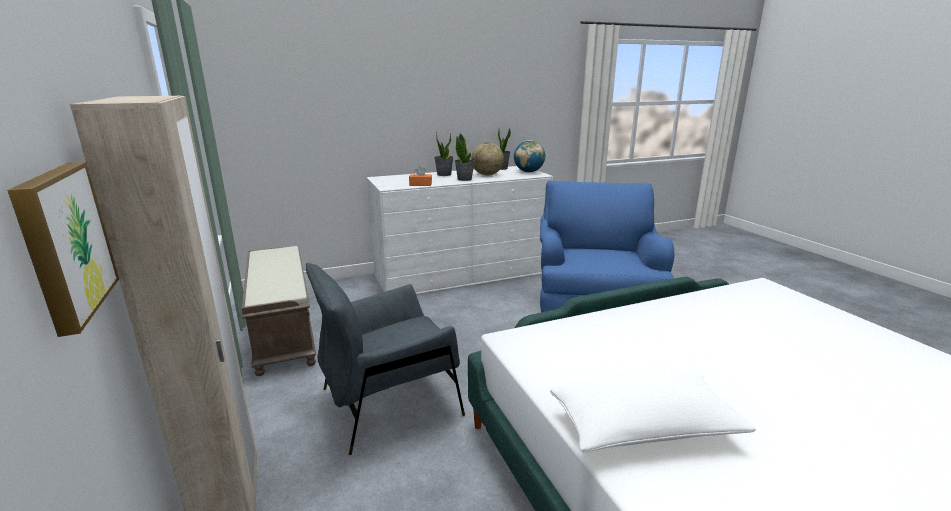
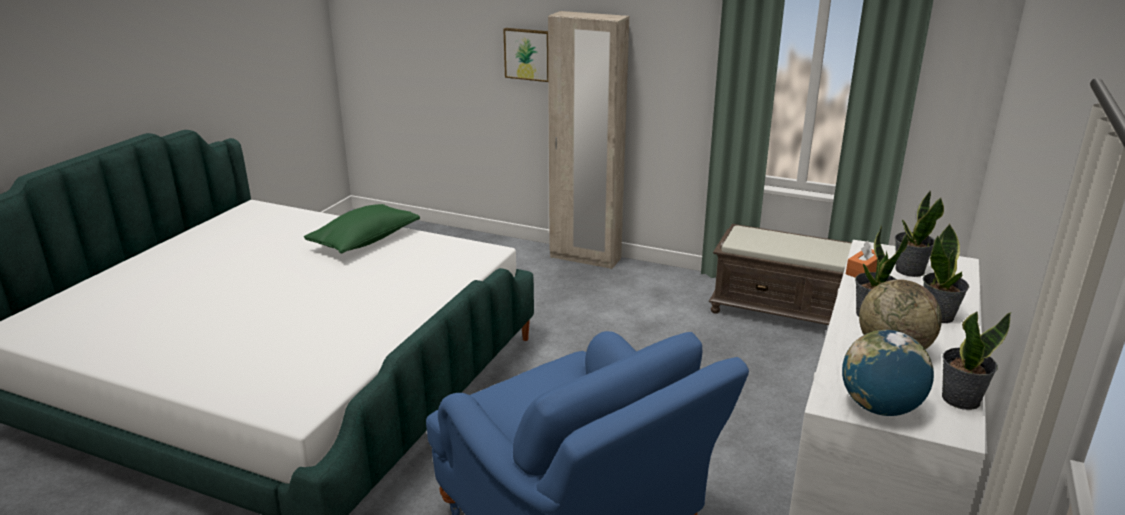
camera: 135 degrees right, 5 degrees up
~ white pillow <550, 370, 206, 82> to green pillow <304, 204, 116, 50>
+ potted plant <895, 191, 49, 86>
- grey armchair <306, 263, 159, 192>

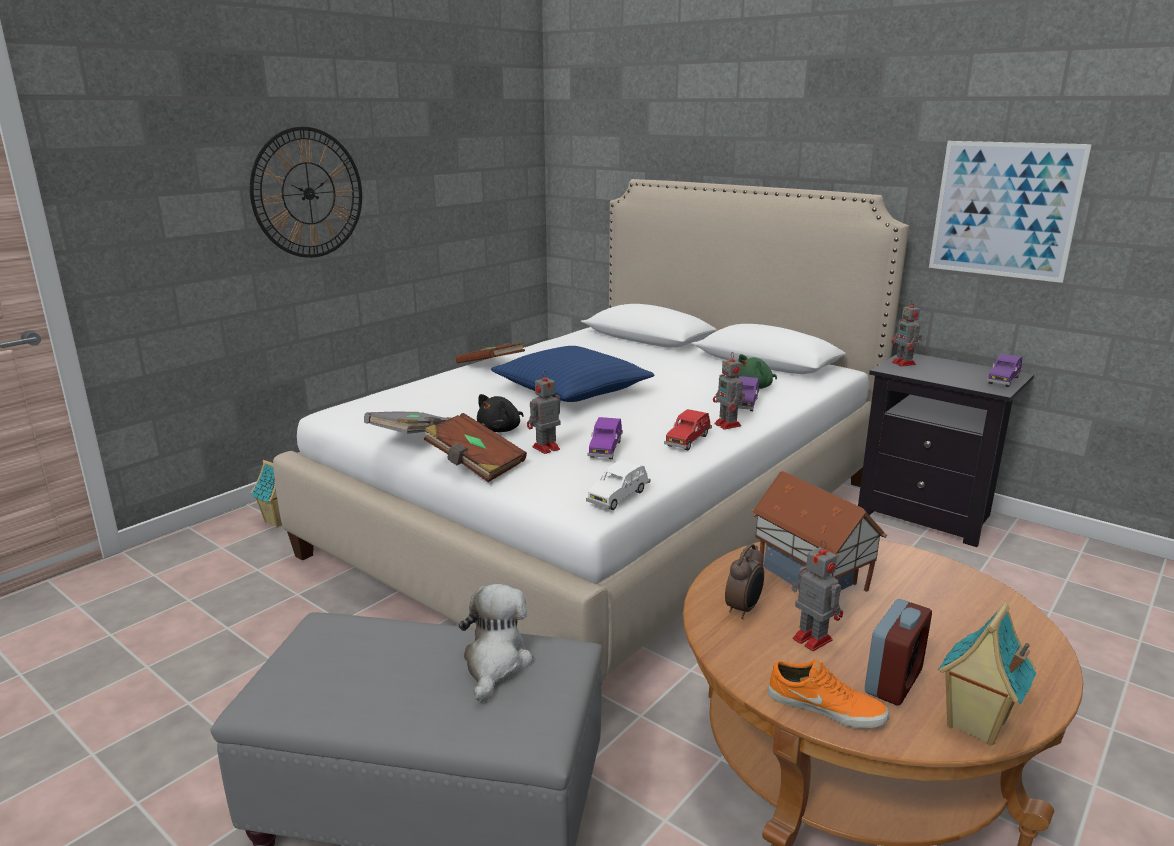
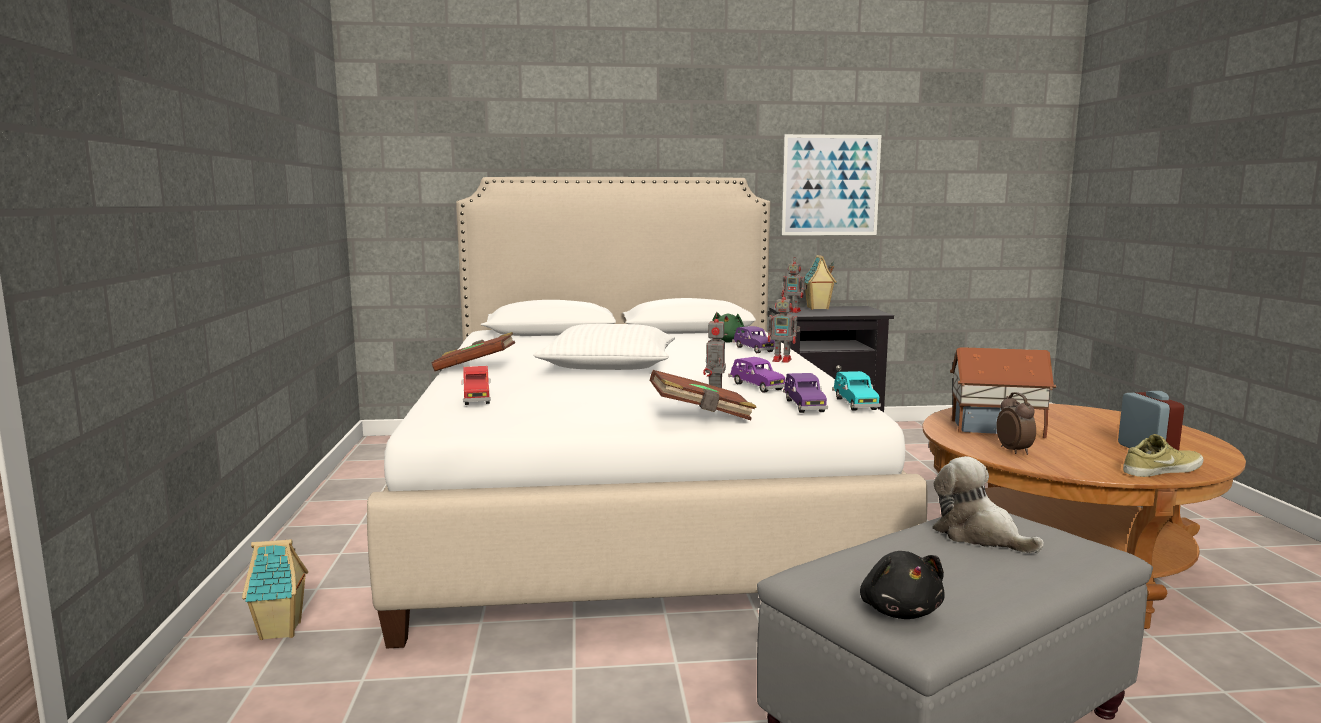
camera: 45 degrees left, 10 degrees down
~ red toy car <664, 409, 48, 41> to <461, 366, 30, 39>
~ blue pillow <491, 346, 164, 56> to white pillow <533, 324, 142, 46>
~ purple toy car <987, 354, 35, 33> to <783, 373, 45, 40>
~ toy house <938, 603, 99, 143> to <804, 255, 33, 54>
~ white toy car <586, 460, 64, 50> to turquoise toy car <832, 371, 49, 40>
~ black plush toy <477, 394, 47, 38> to <860, 551, 85, 68>
~ orange shoe <768, 659, 121, 69> to beige shoe <1123, 434, 80, 43>
- wall clock <250, 127, 112, 131>
- grey book <364, 412, 86, 22>
- toy robot <791, 540, 52, 111>

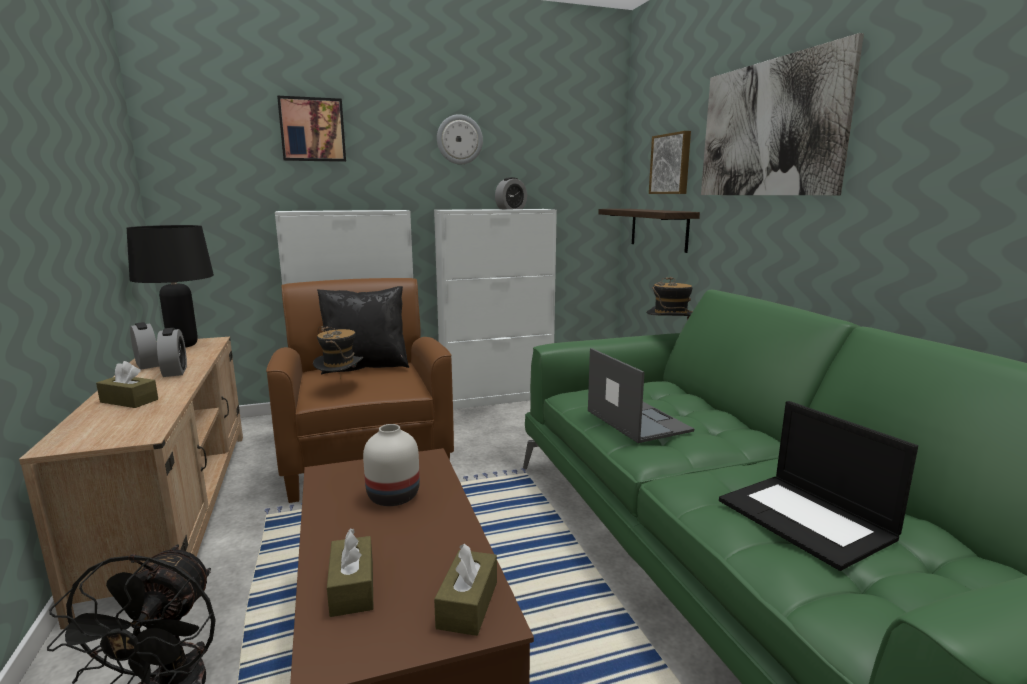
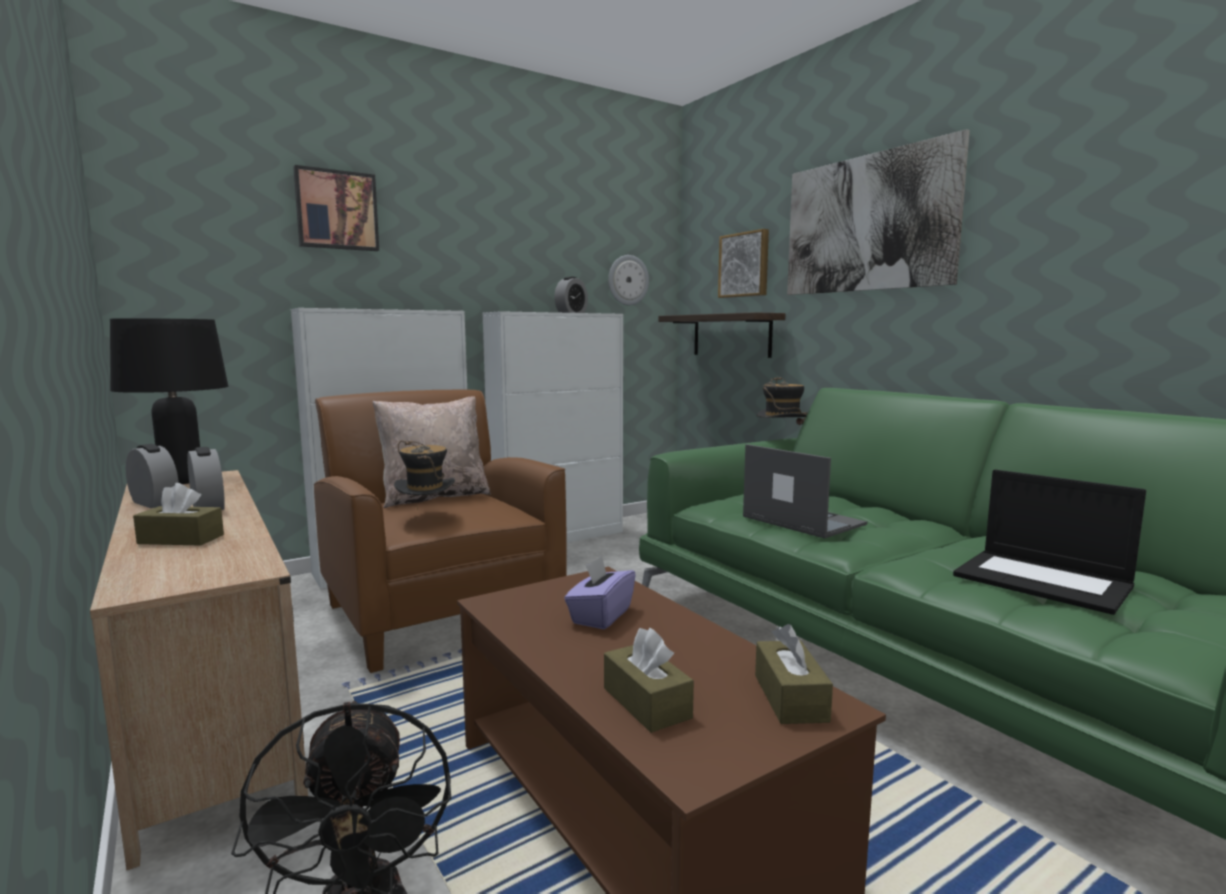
camera: 15 degrees left, 5 degrees down
~ black pillow <317, 286, 92, 88> to beige pillow <372, 396, 119, 112>
~ white vase <363, 424, 57, 82> to purple tissue box <564, 556, 72, 73>
~ wall clock <437, 114, 46, 50> to <608, 255, 41, 50>

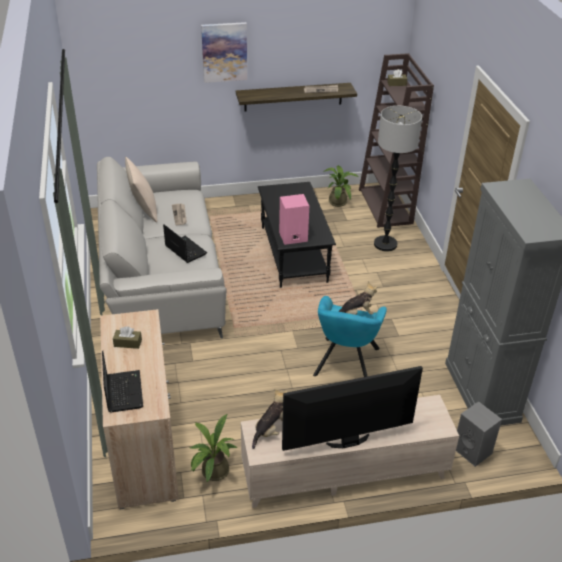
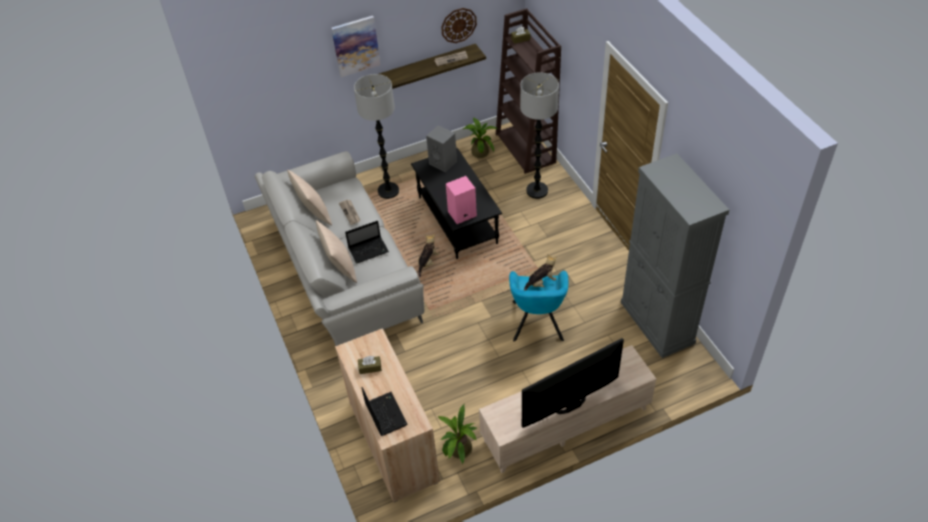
camera: 10 degrees left, 10 degrees up
+ beige pillow <316, 220, 41, 63>
~ laptop <163, 224, 44, 39> = <345, 221, 44, 43> 120 degrees clockwise
+ floor lamp <354, 74, 45, 125>
~ plush toy <252, 389, 36, 60> to <418, 234, 21, 43>
~ grey speaker <456, 401, 46, 66> to <426, 125, 31, 47>
+ wall clock <441, 8, 36, 35>

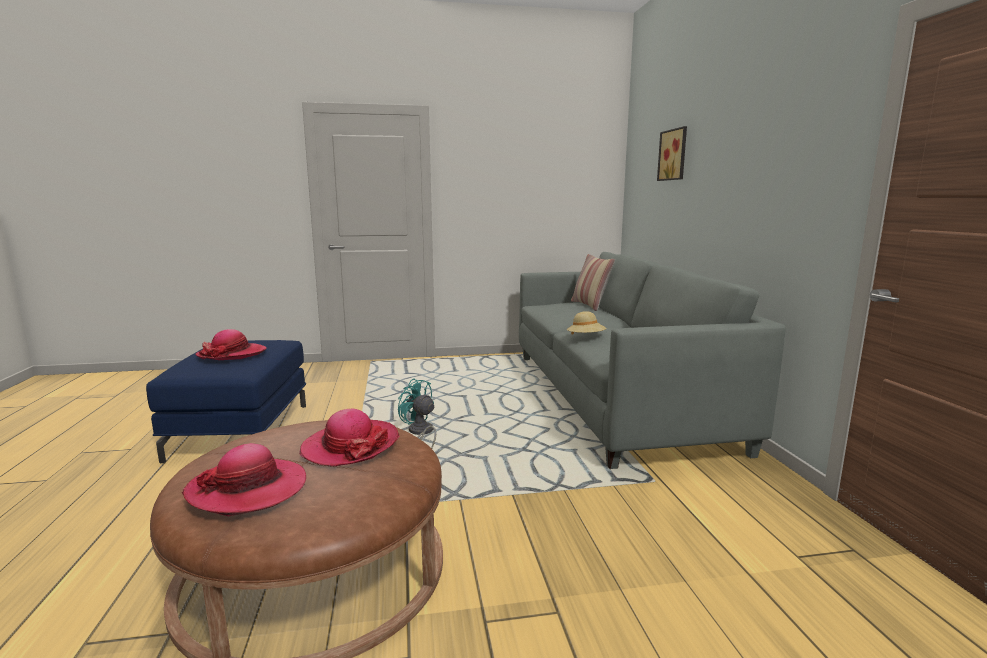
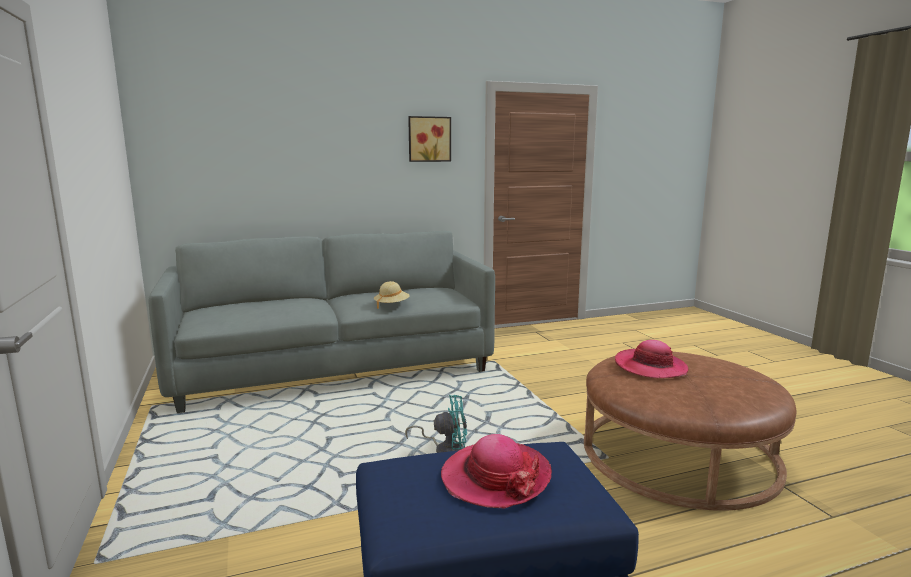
camera: 100 degrees left, 0 degrees up
~ turquoise fan <398, 378, 38, 71> = <405, 395, 62, 58> 120 degrees counterclockwise
~ picture <657, 126, 30, 55> to <408, 116, 43, 46>
- hat <182, 443, 124, 73>
- pillow <571, 254, 44, 57>

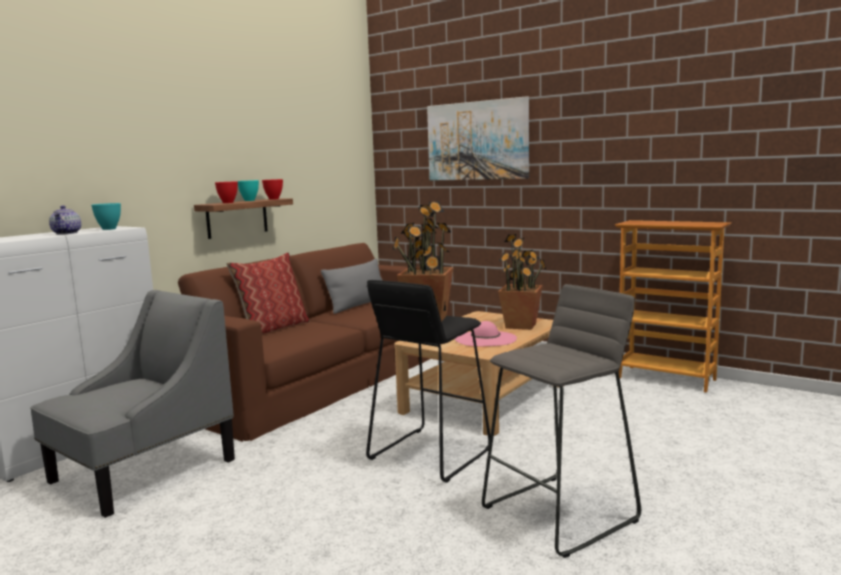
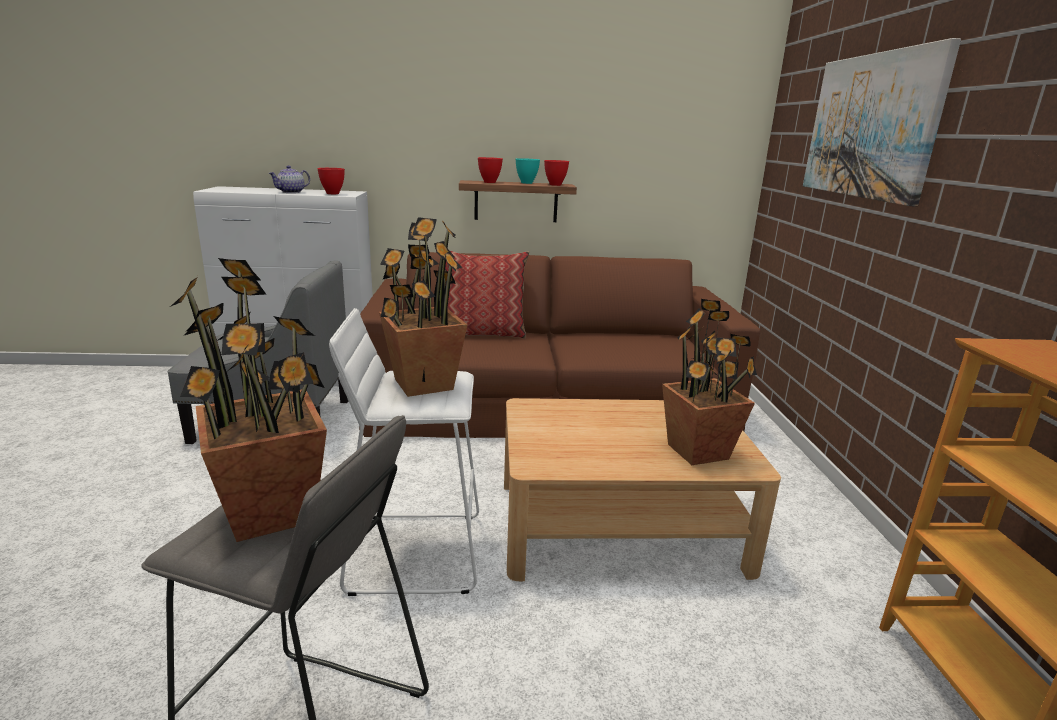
camera: 50 degrees right, 10 degrees up
+ potted plant <170, 258, 157, 284>
~ turquoise bowl <91, 203, 30, 27> to red bowl <318, 168, 27, 26>
~ black stool <366, 280, 124, 203> to white stool <329, 308, 150, 288>
- grey pillow <321, 258, 62, 56>
- pink hat <455, 321, 62, 26>

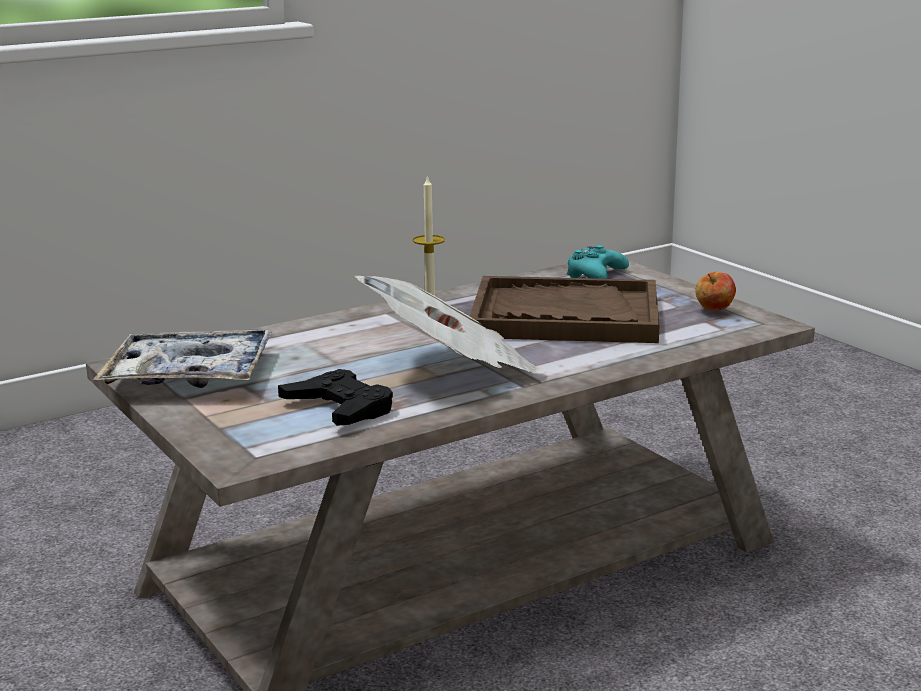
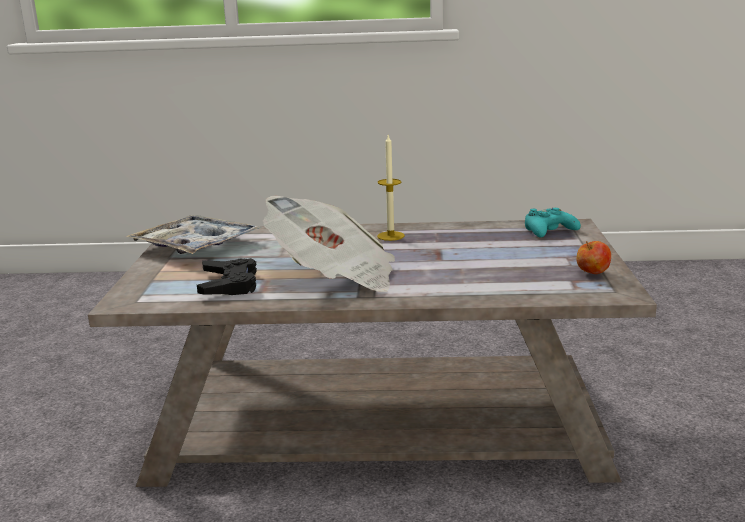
camera: 35 degrees right, 0 degrees up
- brown tray <470, 276, 190, 67>

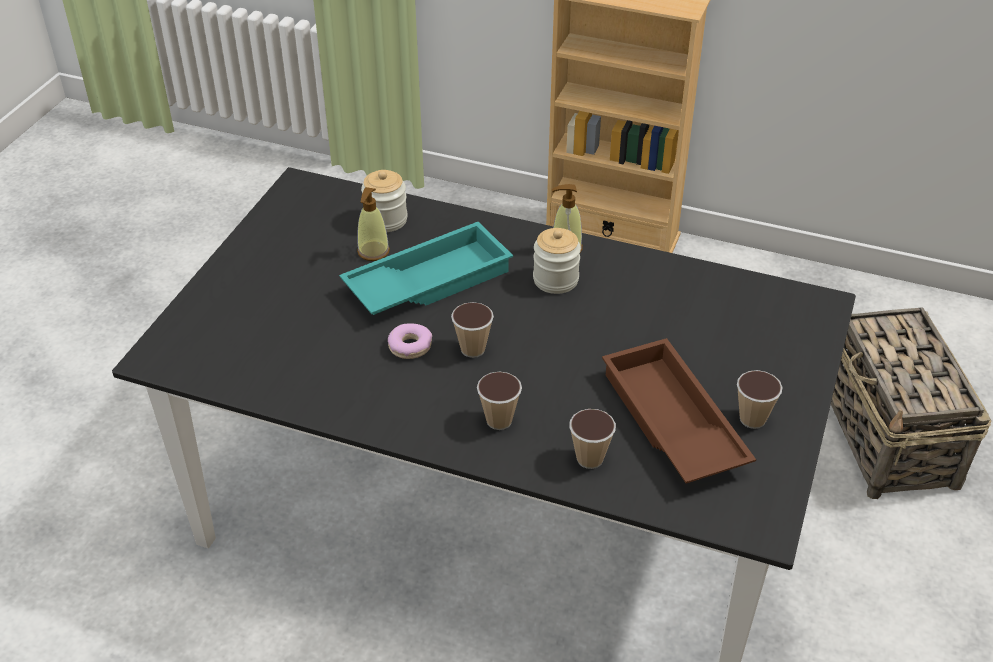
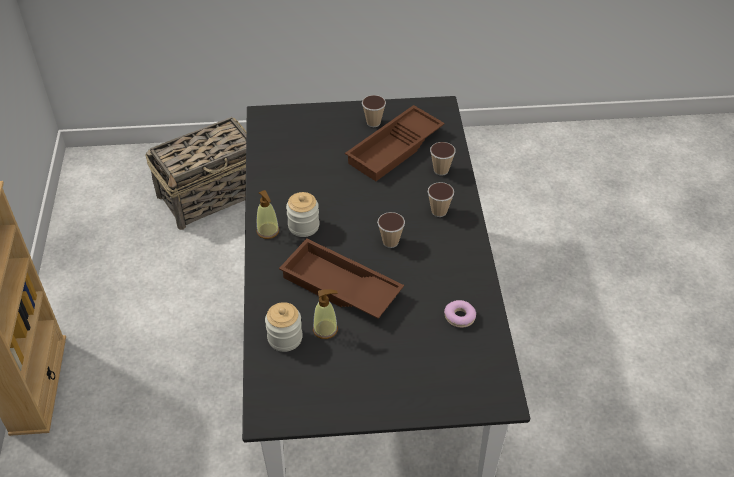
camera: 115 degrees left, 5 degrees up
~ turquoise tray <339, 222, 174, 93> to brown tray <279, 238, 125, 81>
~ donut <388, 324, 44, 35> to <444, 300, 32, 28>

